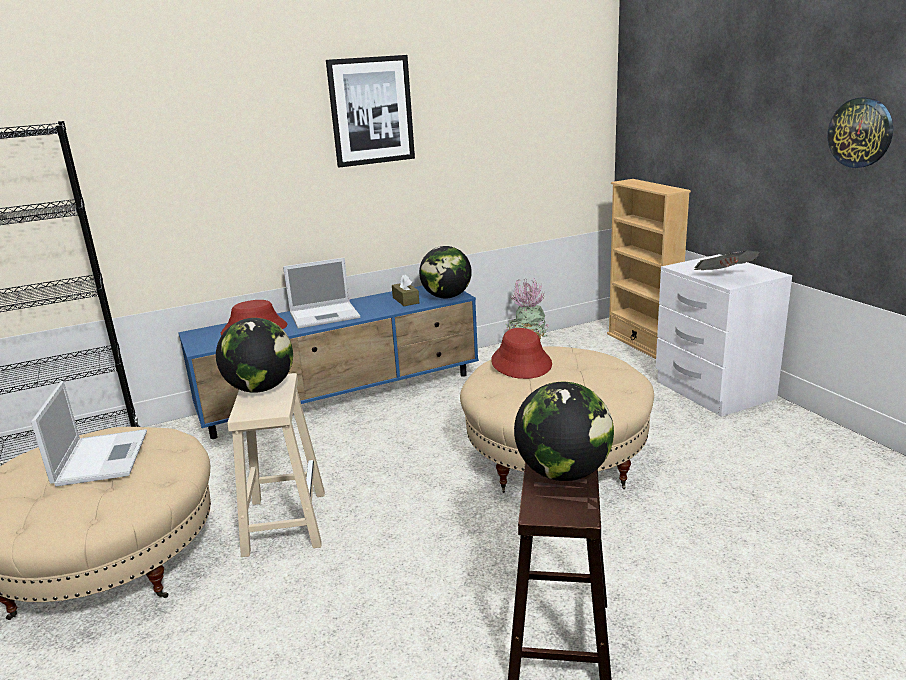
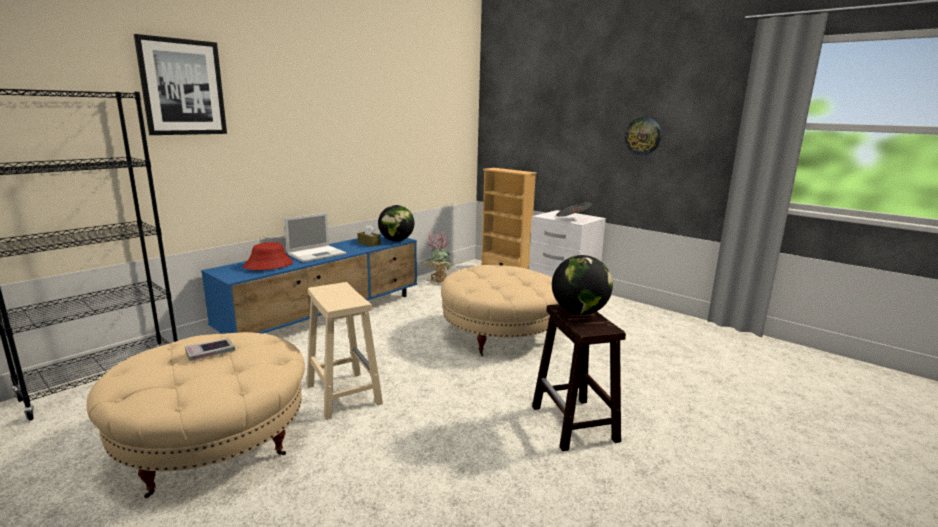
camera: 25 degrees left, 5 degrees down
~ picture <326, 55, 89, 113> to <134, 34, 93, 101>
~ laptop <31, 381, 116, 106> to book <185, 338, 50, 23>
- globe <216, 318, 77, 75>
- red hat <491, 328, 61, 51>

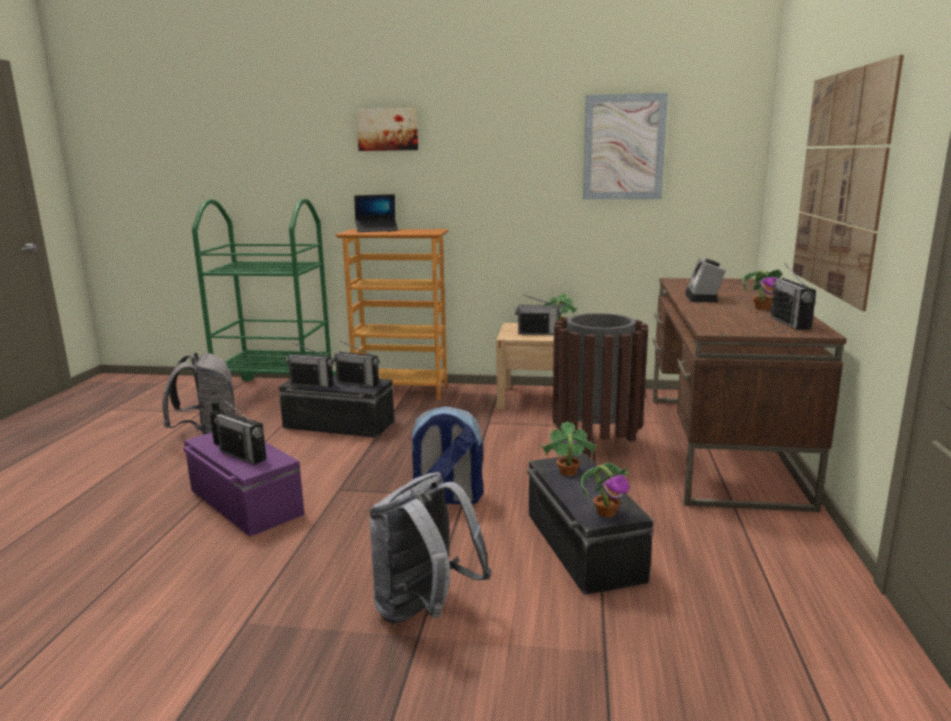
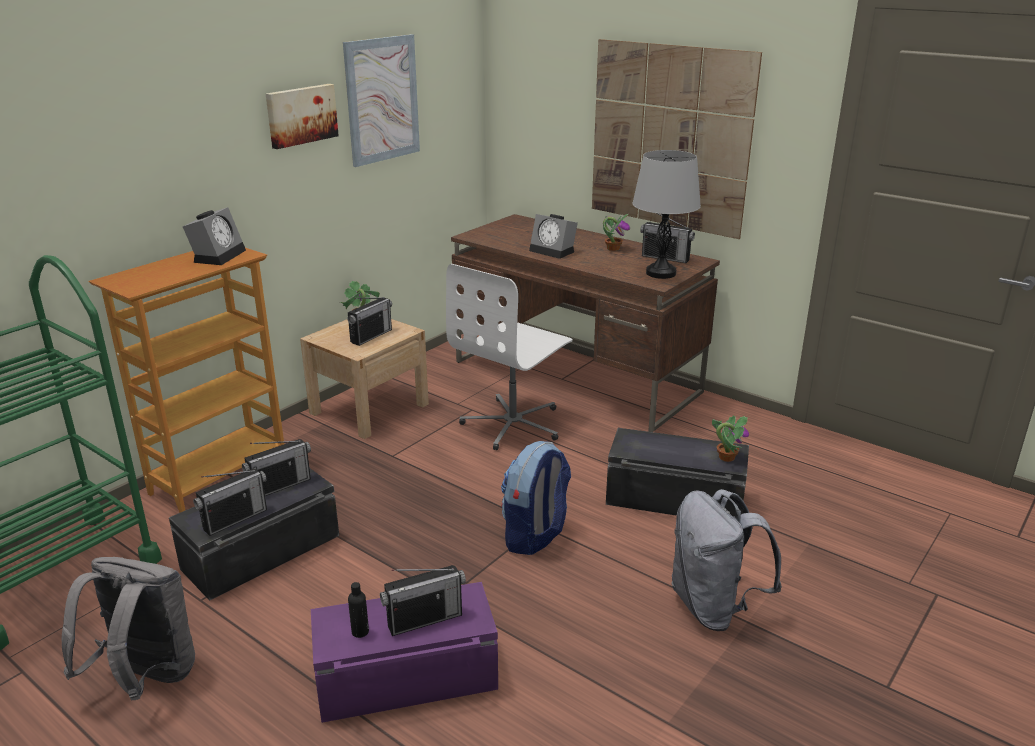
camera: 60 degrees left, 10 degrees up
+ alarm clock <183, 207, 63, 58>
~ picture <356, 108, 62, 43> to <266, 84, 73, 65>
~ brown trash can <552, 313, 96, 146> to white office chair <446, 264, 127, 186>
+ grey table lamp <632, 150, 69, 129>
- laptop <354, 194, 44, 38>
- potted plant <541, 421, 56, 55>

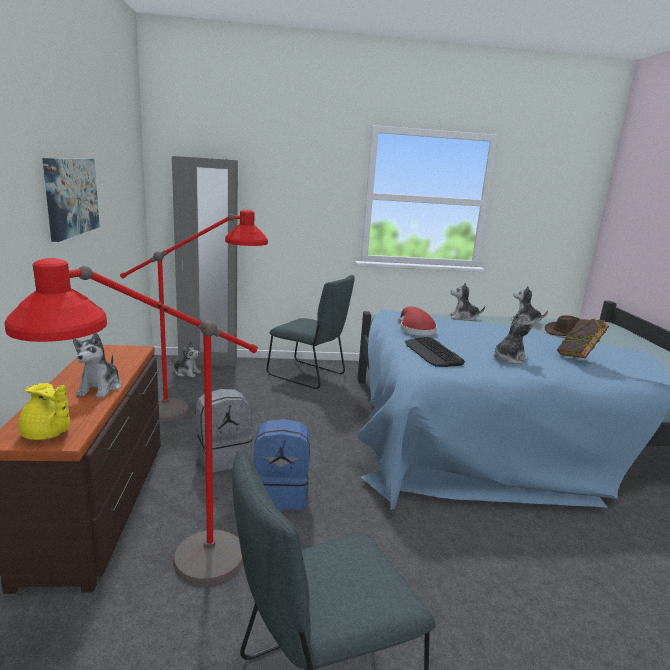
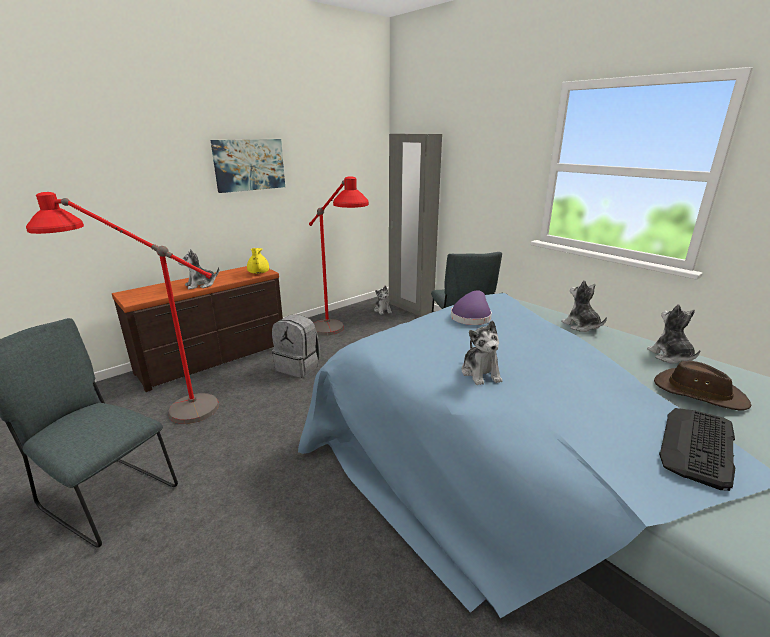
camera: 55 degrees right, 5 degrees up
~ yellow teapot <18, 383, 52, 57> to <247, 248, 22, 26>
~ red hat <398, 307, 39, 29> to purple hat <451, 290, 41, 35>
~ plush toy <494, 313, 39, 51> = <462, 320, 41, 65> 60 degrees clockwise
~ keyboard <405, 337, 60, 30> to <659, 408, 77, 83>
- blue backpack <253, 419, 57, 91>
- book <557, 318, 52, 40>

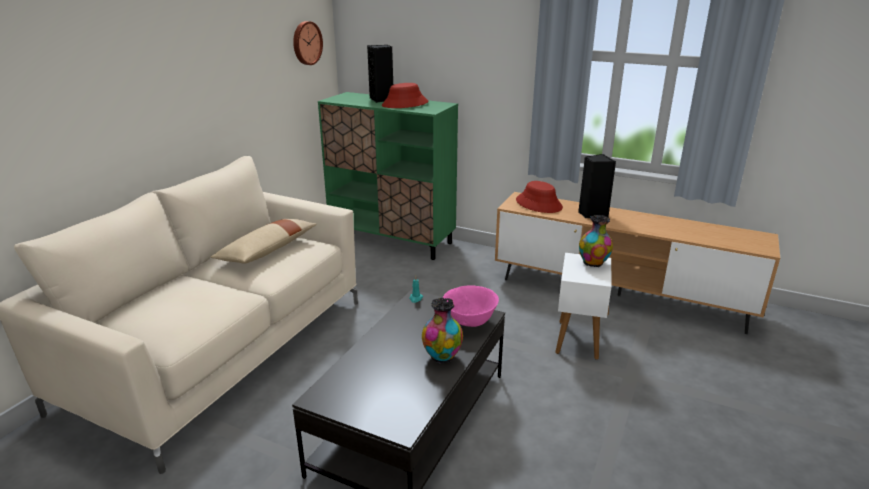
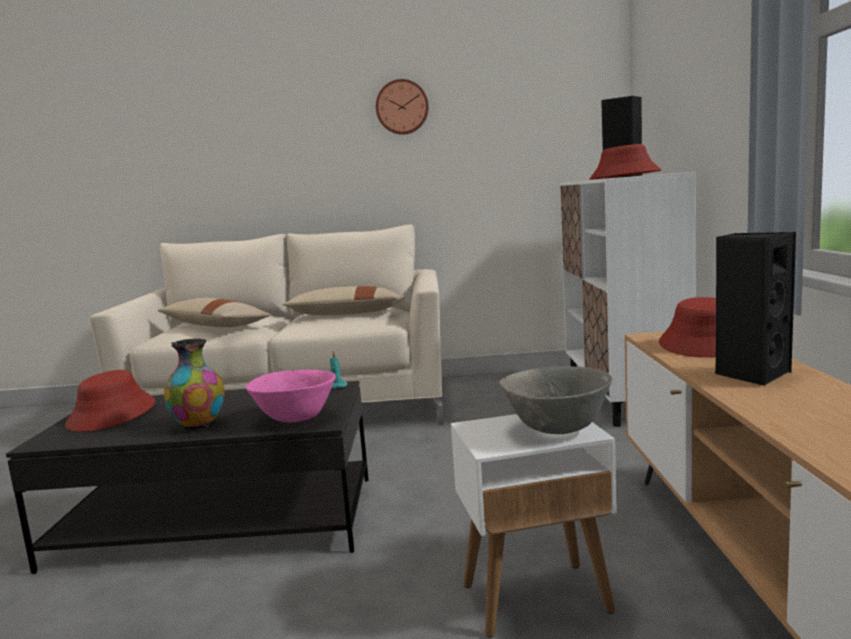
camera: 65 degrees right, 15 degrees down
+ red hat <65, 370, 90, 62>
+ beige pillow <158, 298, 113, 29>
~ wall clock <293, 21, 30, 44> to <376, 79, 52, 56>
~ vase <579, 215, 34, 52> to grey bowl <499, 366, 114, 68>
~ green cabinet <318, 92, 140, 168> to white cabinet <560, 172, 136, 255>

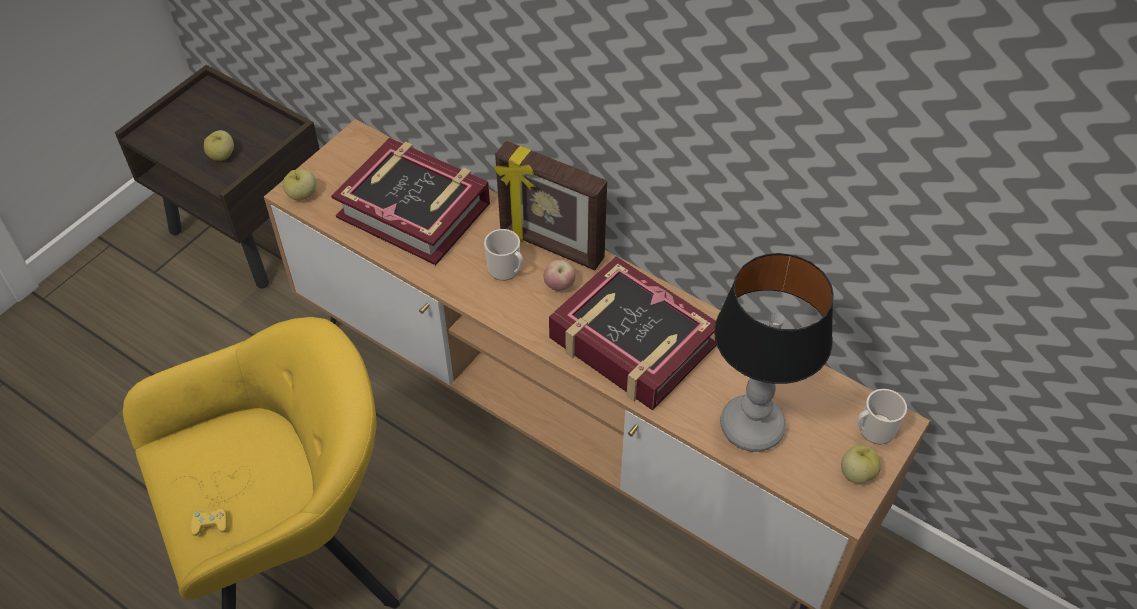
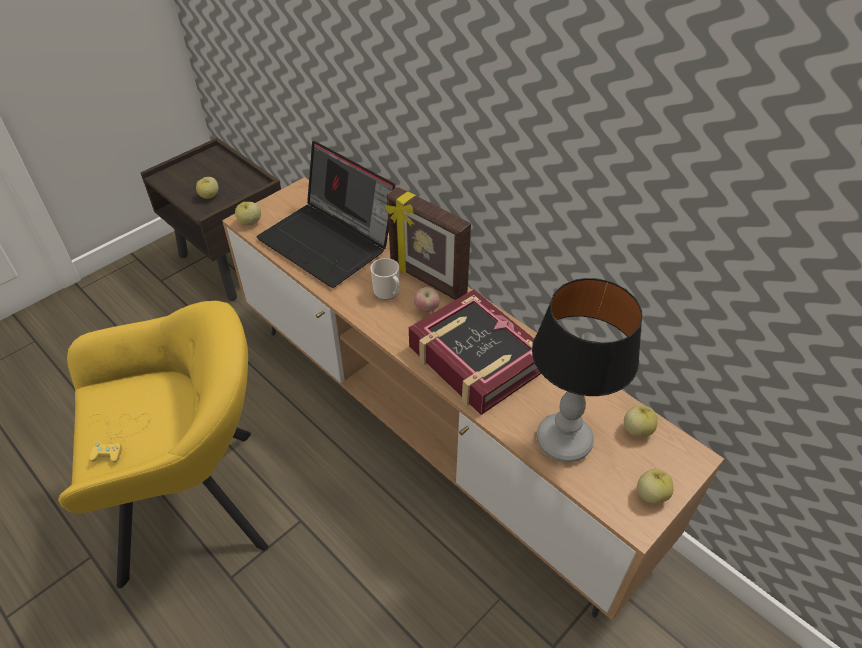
camera: 10 degrees right, 5 degrees down
~ book <331, 138, 159, 127> to laptop <256, 141, 139, 147>
+ apple <624, 405, 34, 31>
- mug <857, 389, 50, 56>

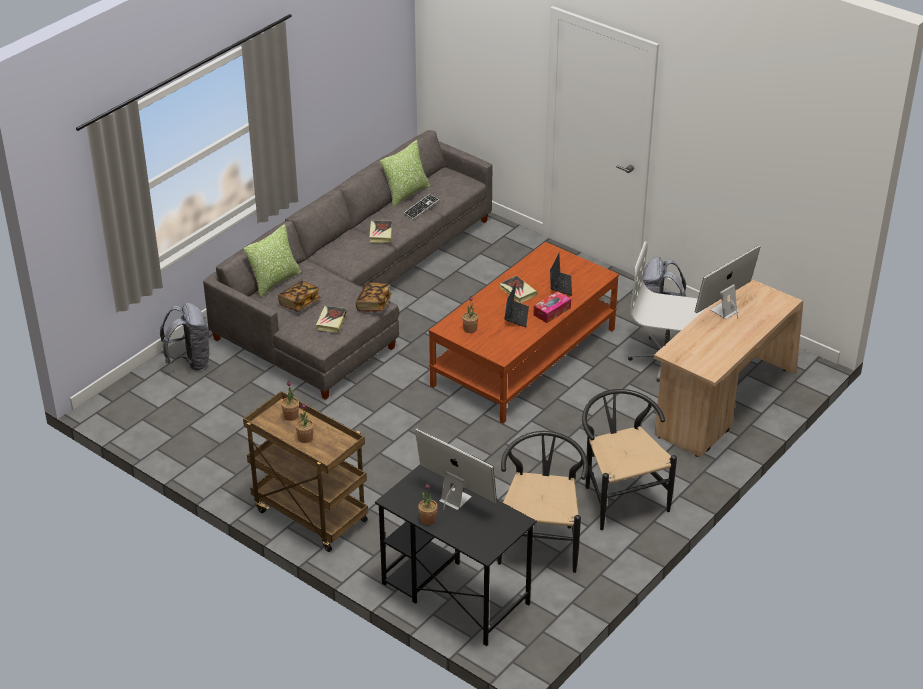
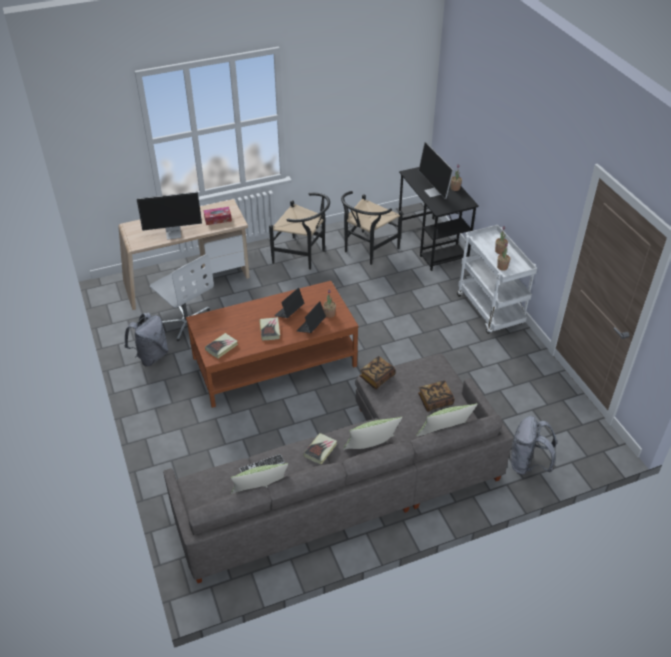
camera: 150 degrees left, 5 degrees up
~ tissue box <533, 291, 38, 32> to <204, 207, 28, 18>
~ book <316, 306, 31, 27> to <205, 333, 33, 25>
~ black chair <582, 389, 95, 141> = <269, 193, 61, 77> 75 degrees counterclockwise
~ laptop <550, 253, 22, 43> to <297, 301, 29, 32>
+ pillow <343, 417, 59, 33>
~ brown cart <243, 391, 125, 161> to white cart <457, 225, 80, 109>

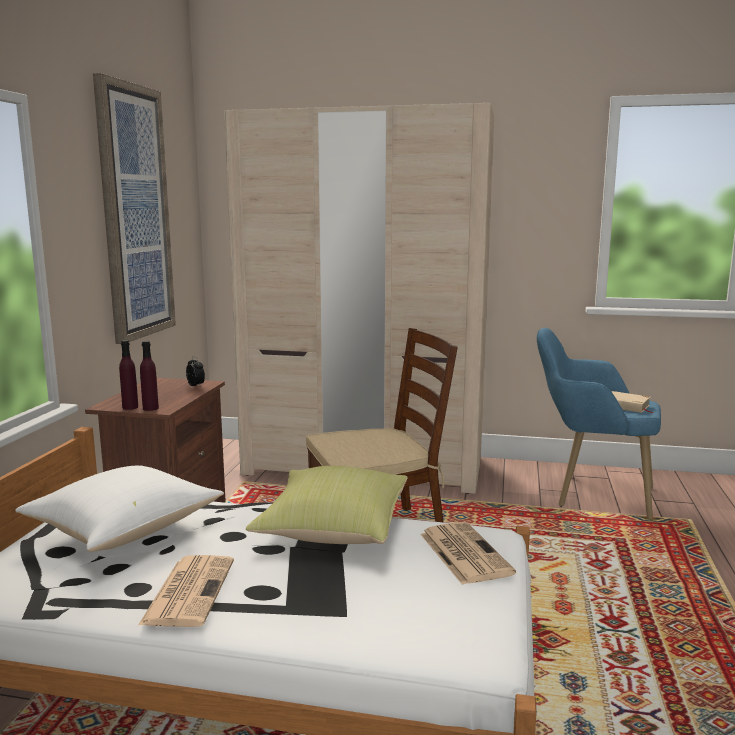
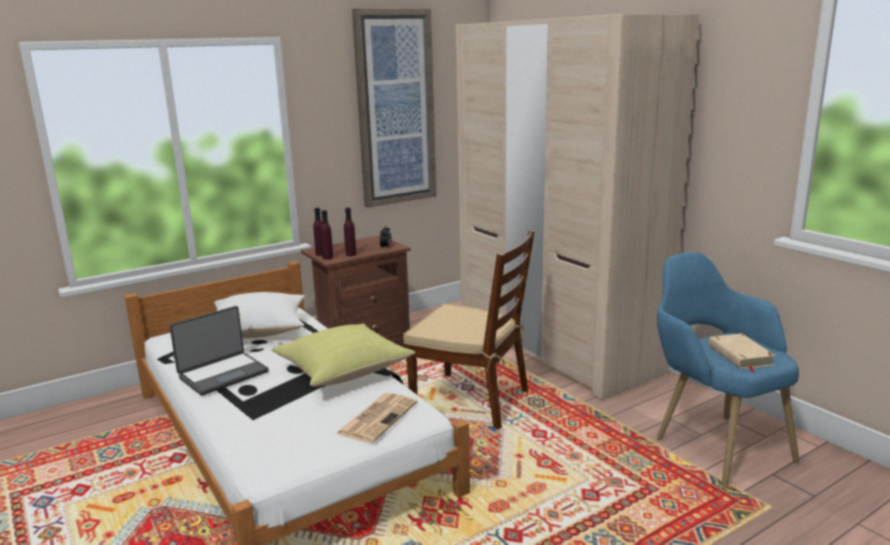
camera: 45 degrees right, 5 degrees up
~ newspaper <138, 555, 96, 72> to laptop <169, 306, 100, 90>
+ purple bottle <344, 207, 12, 49>

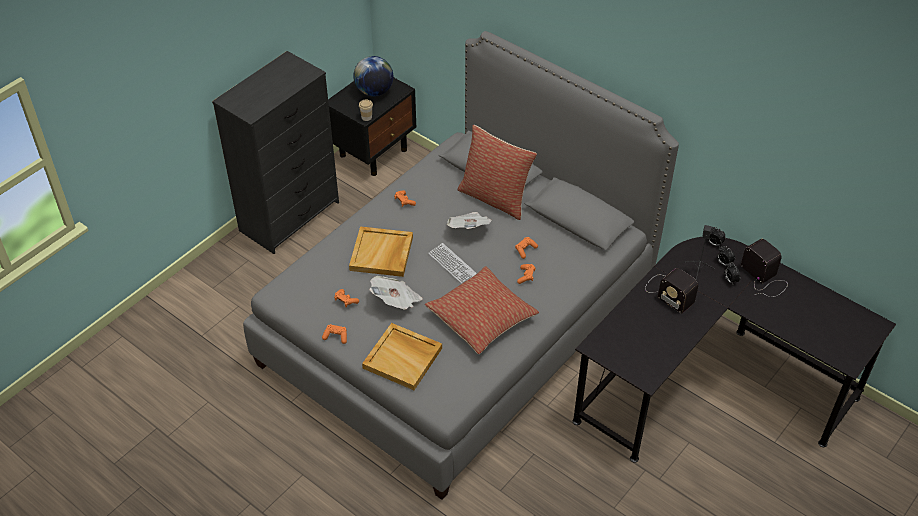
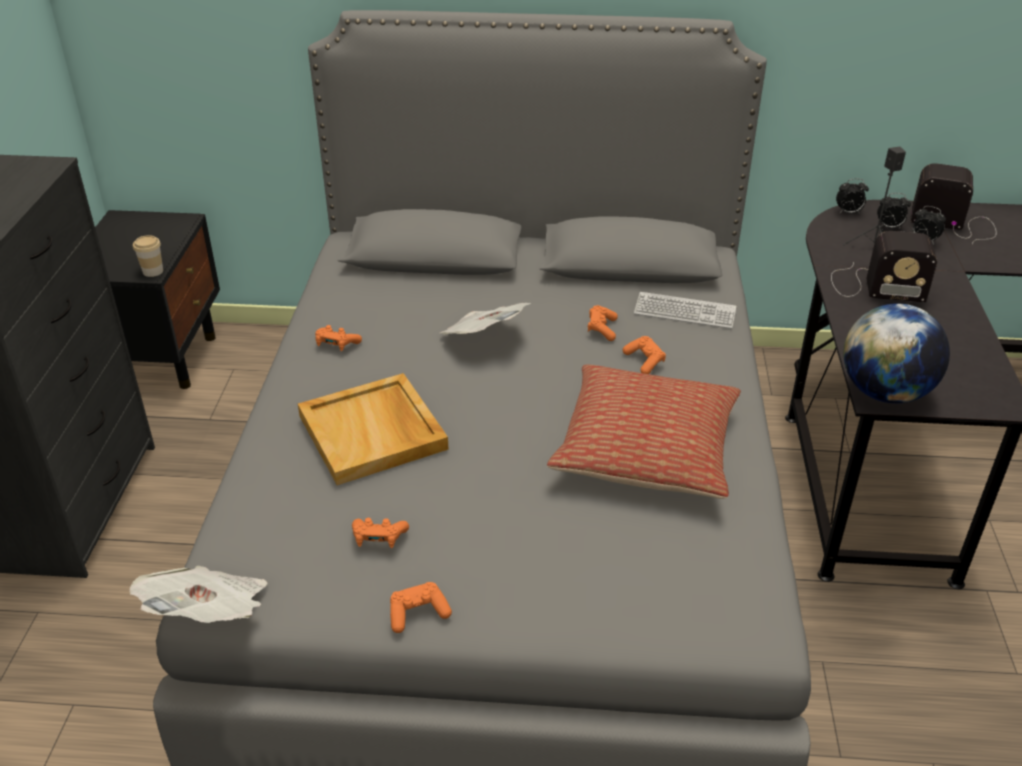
camera: 35 degrees left, 10 degrees down
~ newspaper <369, 276, 54, 34> to <129, 566, 138, 57>
~ keyboard <428, 243, 49, 41> to <634, 292, 103, 37>
~ globe <353, 56, 40, 41> to <844, 303, 106, 100>
- beige tray <362, 323, 80, 67>
- pillow <458, 125, 79, 95>

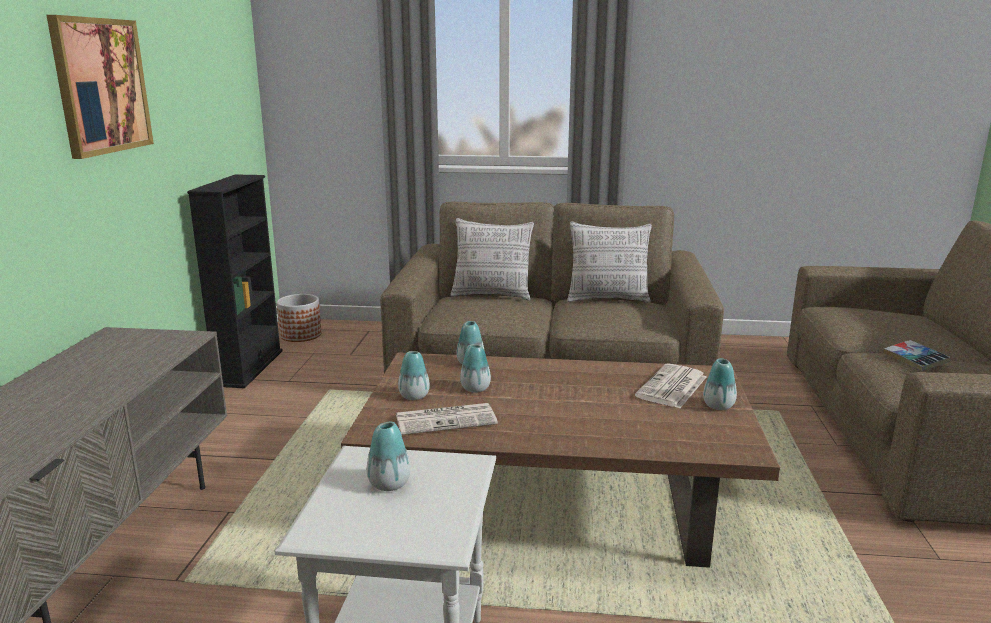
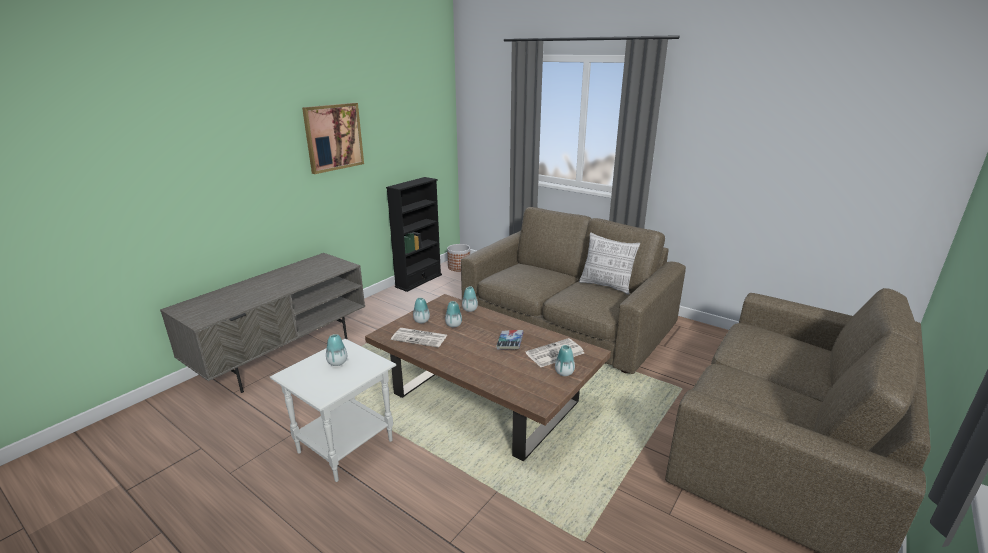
camera: 30 degrees right, 5 degrees up
~ book <884, 340, 67, 31> to <496, 330, 28, 20>
- pillow <451, 218, 83, 83>

